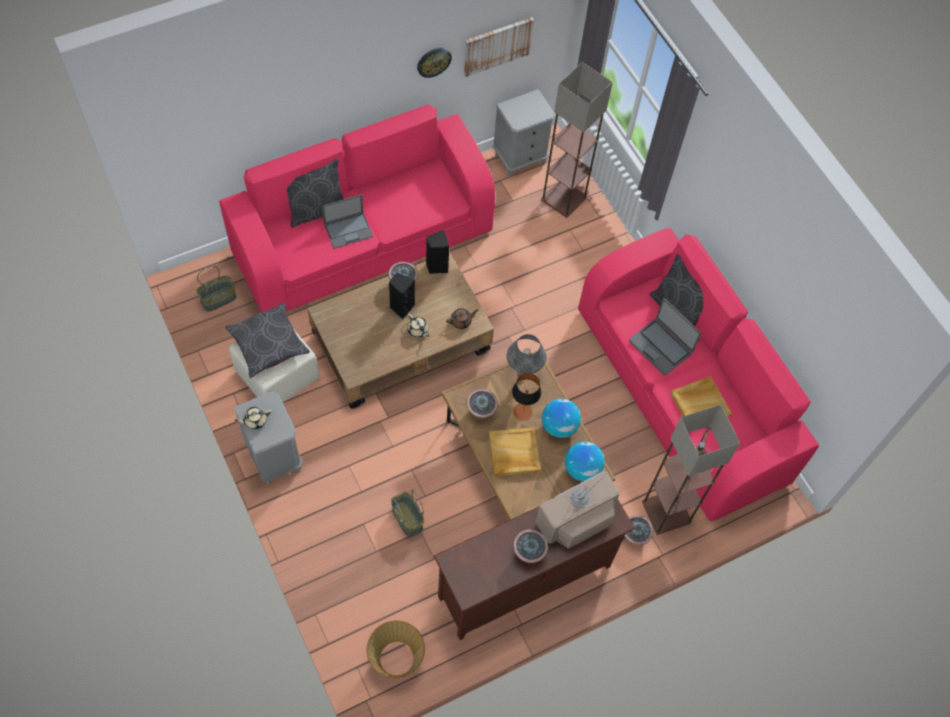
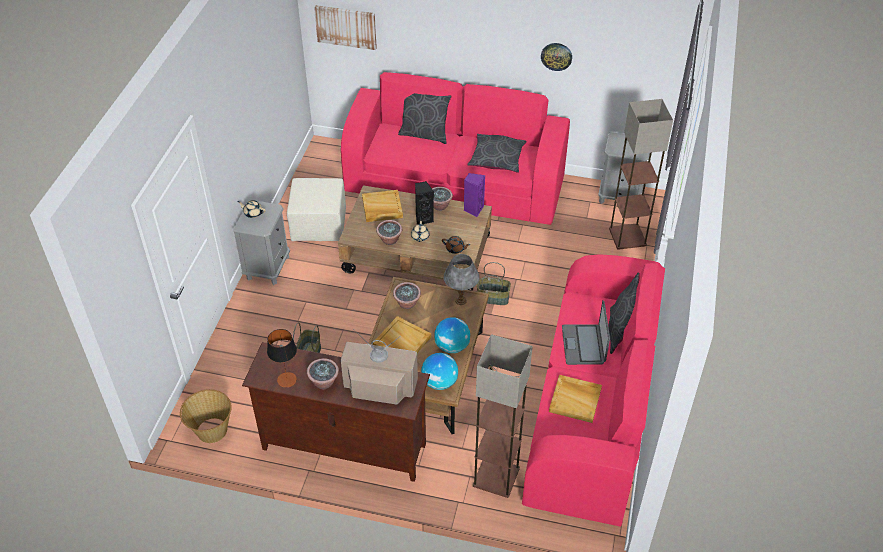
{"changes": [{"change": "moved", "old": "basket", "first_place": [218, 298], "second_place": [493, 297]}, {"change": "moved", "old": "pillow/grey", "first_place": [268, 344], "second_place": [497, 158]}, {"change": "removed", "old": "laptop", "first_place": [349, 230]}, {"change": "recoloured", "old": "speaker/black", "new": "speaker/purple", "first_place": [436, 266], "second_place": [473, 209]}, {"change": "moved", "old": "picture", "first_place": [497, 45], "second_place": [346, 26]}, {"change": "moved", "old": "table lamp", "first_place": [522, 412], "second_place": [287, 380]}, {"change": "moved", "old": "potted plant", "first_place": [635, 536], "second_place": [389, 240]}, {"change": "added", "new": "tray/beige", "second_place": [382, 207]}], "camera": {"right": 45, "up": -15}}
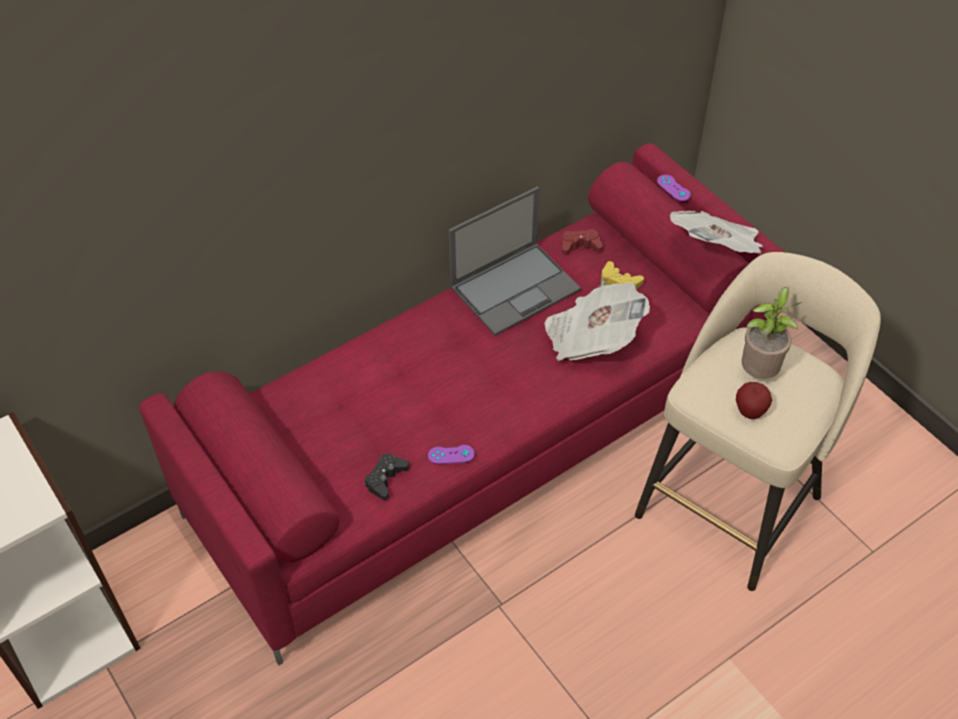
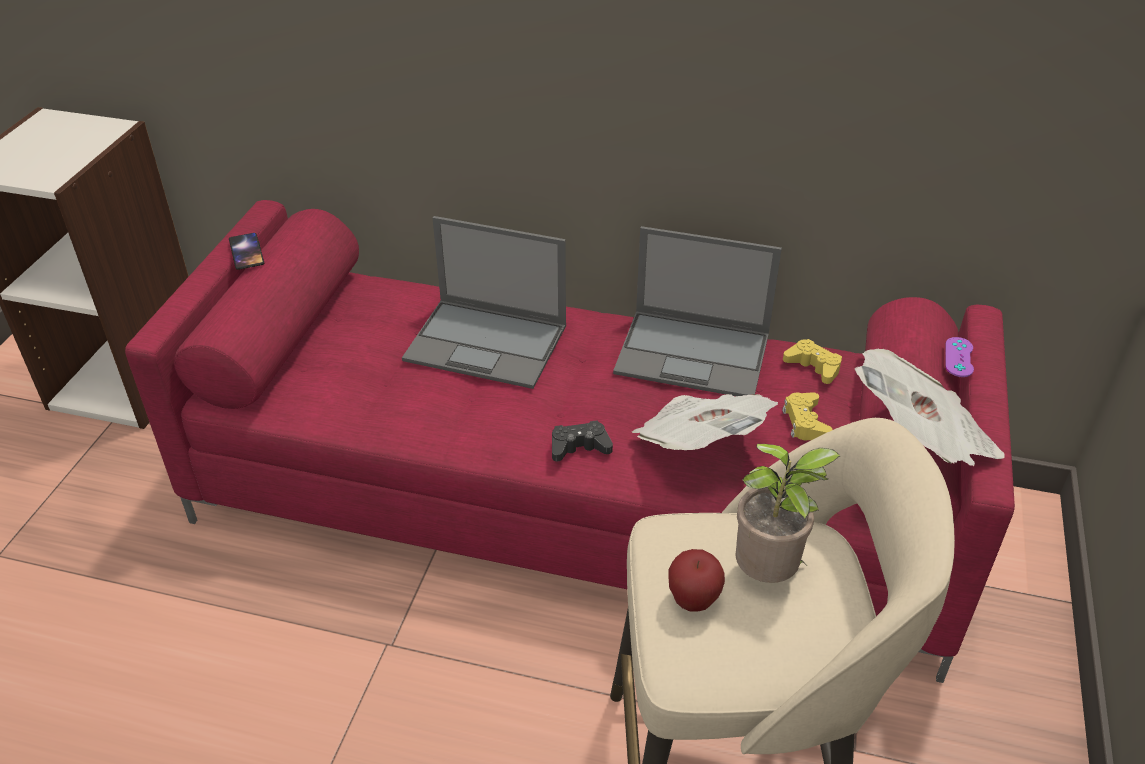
{"changes": [{"change": "moved", "old": "game controller/black", "first_place": [385, 479], "second_place": [579, 447]}, {"change": "removed", "old": "game controller/purple", "first_place": [451, 454]}, {"change": "recoloured", "old": "game controller/red", "new": "game controller/yellow", "first_place": [580, 246], "second_place": [813, 366]}, {"change": "added", "new": "phone", "second_place": [246, 251]}, {"change": "added", "new": "laptop", "second_place": [488, 343]}], "camera": {"right": 50, "up": -10}}
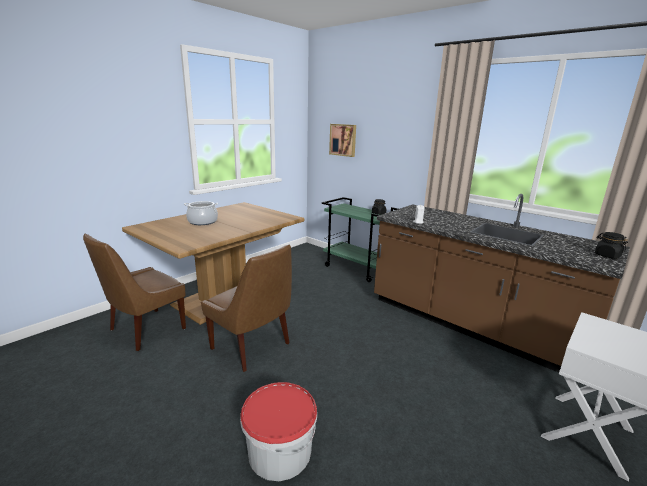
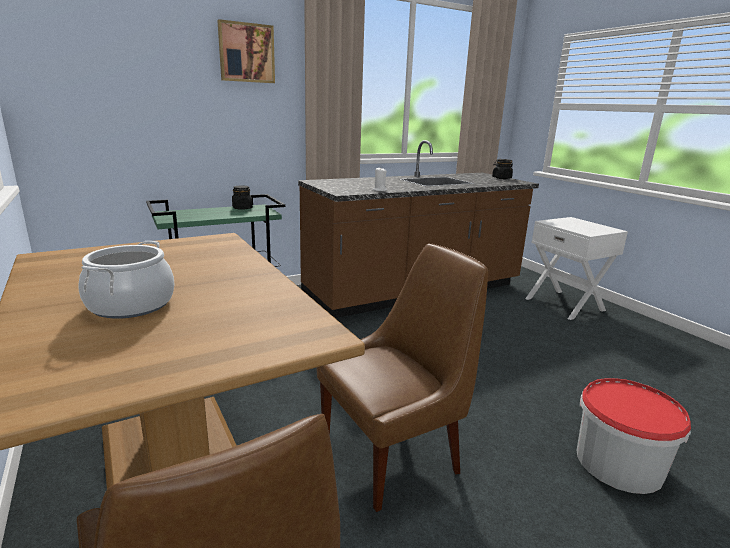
{"changes": [{"change": "moved", "old": "picture", "first_place": [343, 140], "second_place": [246, 53]}], "camera": {"right": -70, "up": 0}}
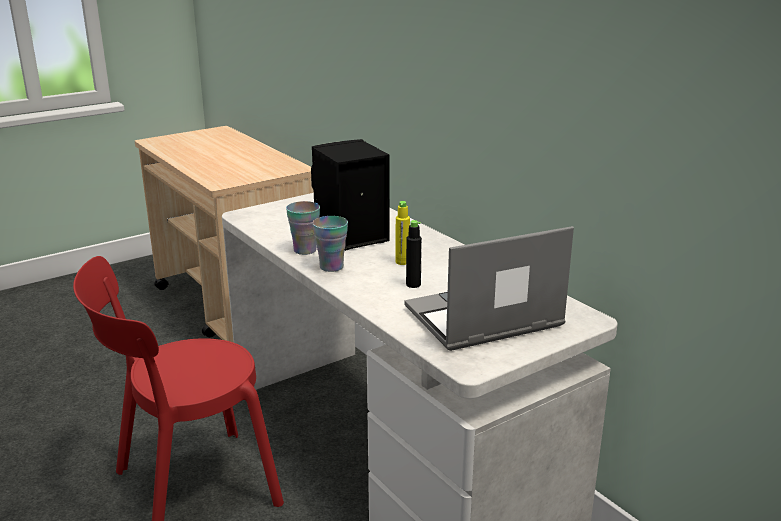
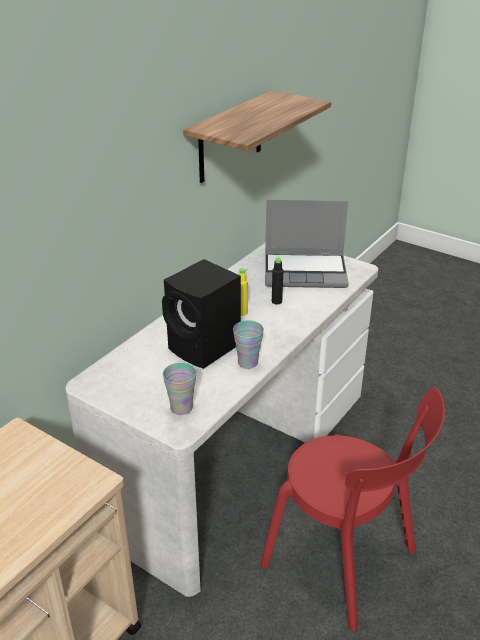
{"changes": [{"change": "moved", "old": "cup", "first_place": [331, 267], "second_place": [181, 408]}, {"change": "turned", "old": "laptop", "first_place": [482, 319], "second_place": [306, 271], "degrees": -45}, {"change": "added", "new": "shelf", "second_place": [230, 137]}], "camera": {"right": -110, "up": 10}}
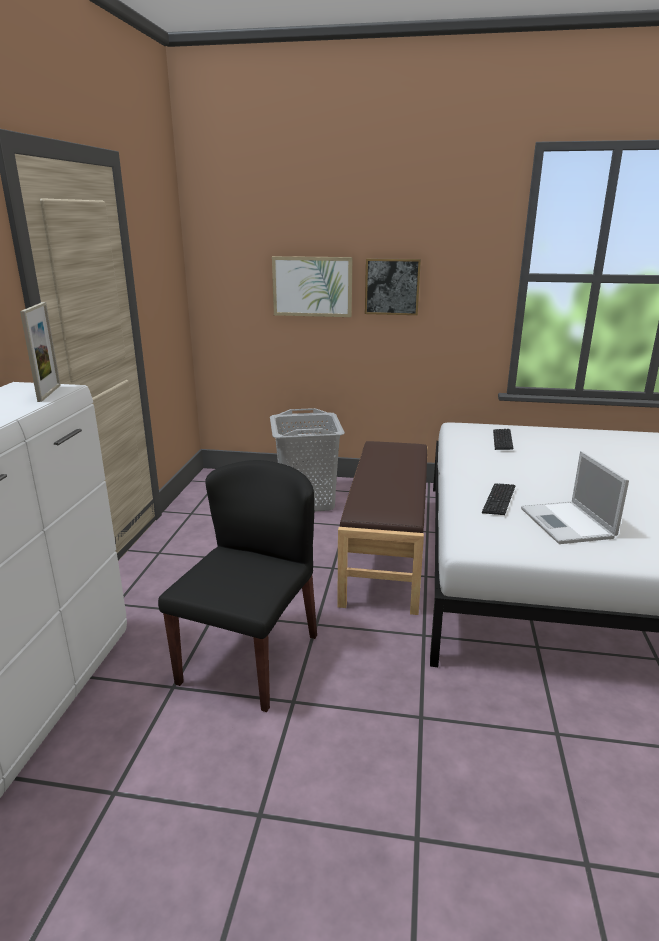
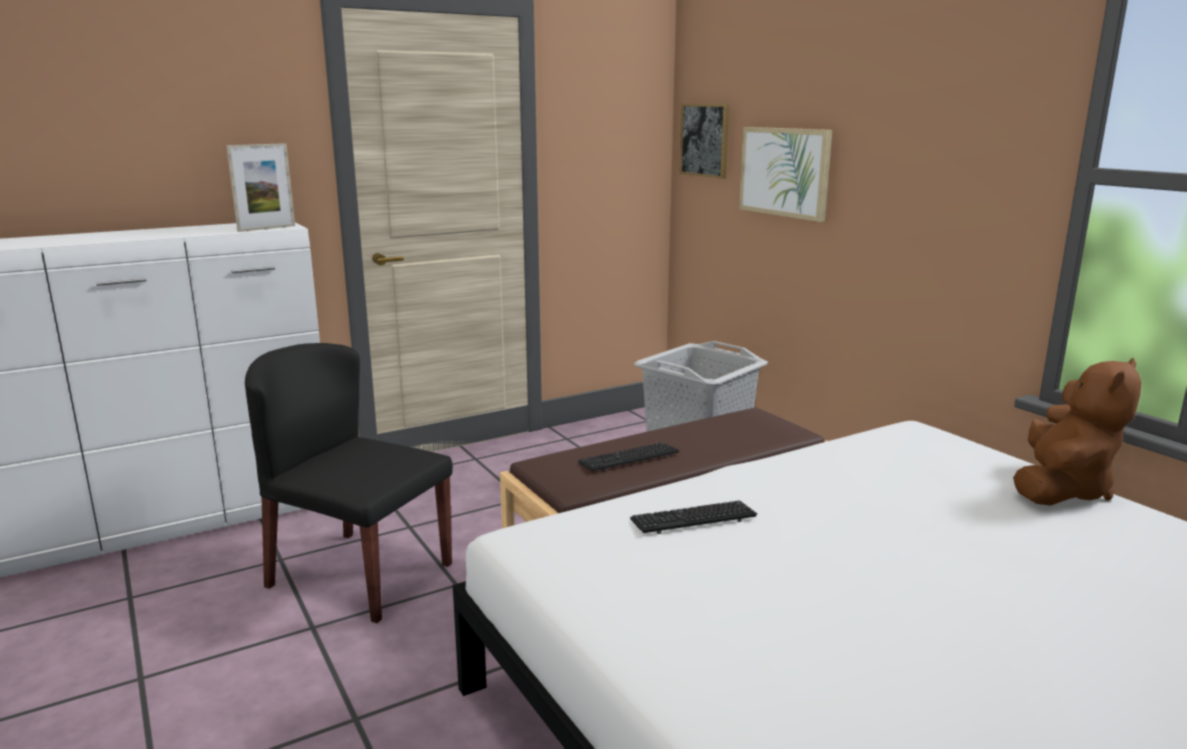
{"changes": [{"change": "turned", "old": "chair/black", "first_place": [249, 657], "second_place": [359, 575], "degrees": -135}, {"change": "moved", "old": "picture", "first_place": [392, 286], "second_place": [705, 140]}, {"change": "moved", "old": "keyboard", "first_place": [502, 440], "second_place": [628, 459]}, {"change": "removed", "old": "laptop", "first_place": [568, 524]}, {"change": "added", "new": "plush toy/brown", "second_place": [1061, 490]}], "camera": {"right": 50, "up": -5}}
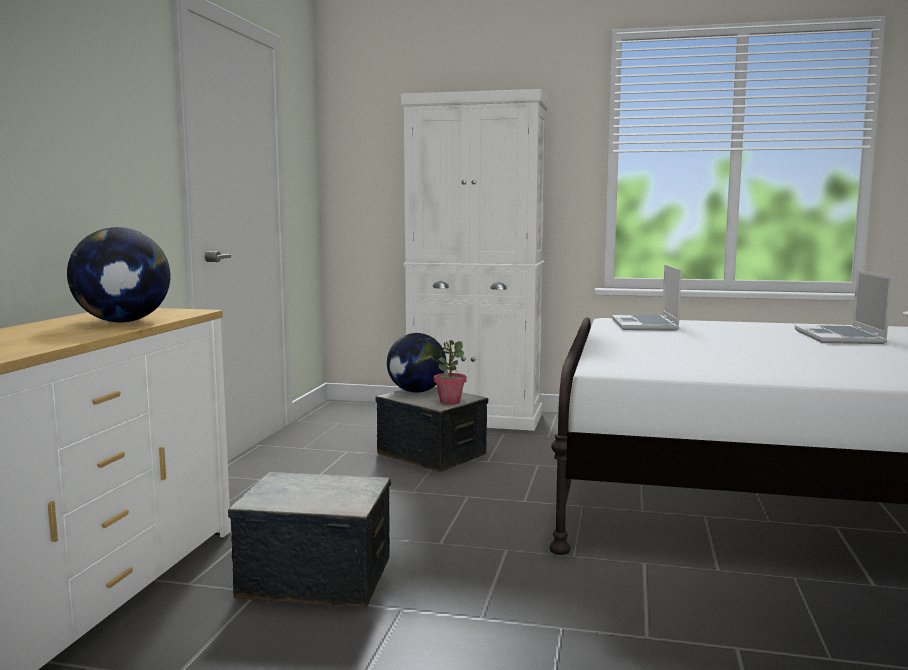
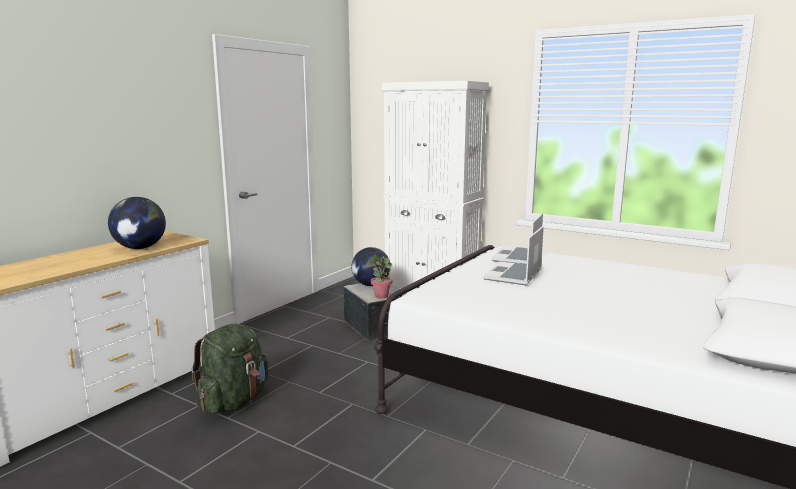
{"changes": [{"change": "replaced", "old": "storage box", "new": "backpack/green", "first_place": [316, 577], "second_place": [234, 402]}, {"change": "moved", "old": "laptop", "first_place": [840, 337], "second_place": [513, 275]}], "camera": {"right": 20, "up": 5}}
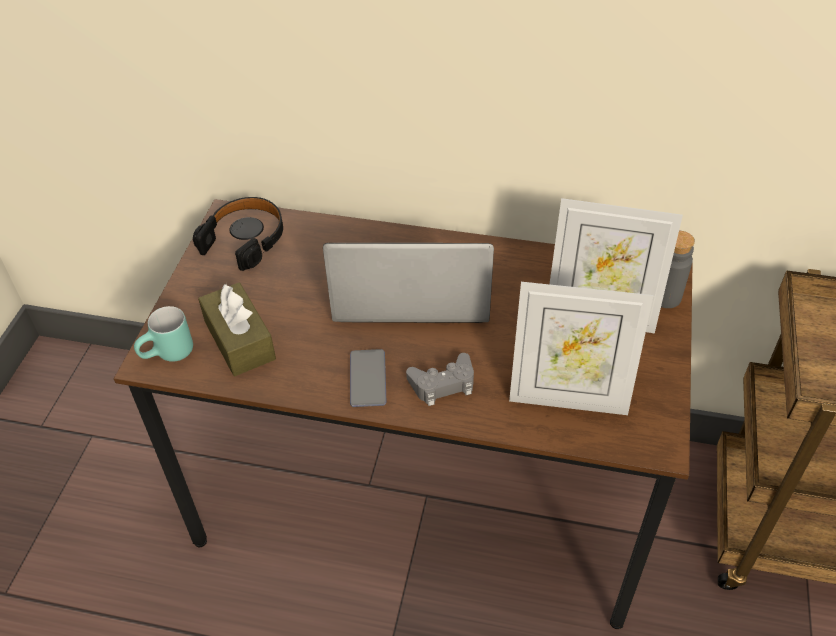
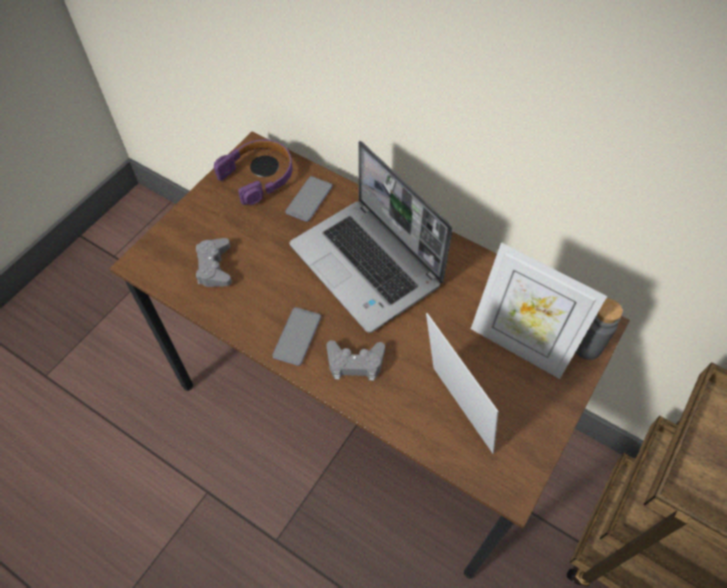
{"changes": [{"change": "removed", "old": "mug/turquoise", "first_place": [169, 355]}, {"change": "recoloured", "old": "headphones/black", "new": "headphones/purple", "first_place": [245, 239], "second_place": [258, 176]}, {"change": "replaced", "old": "tissue box/brown", "new": "game controller/grey", "first_place": [239, 340], "second_place": [214, 267]}, {"change": "turned", "old": "laptop", "first_place": [409, 290], "second_place": [368, 266], "degrees": -150}, {"change": "turned", "old": "picture frame", "first_place": [568, 398], "second_place": [453, 414], "degrees": -150}, {"change": "added", "new": "phone", "second_place": [309, 199]}], "camera": {"right": 20, "up": 10}}
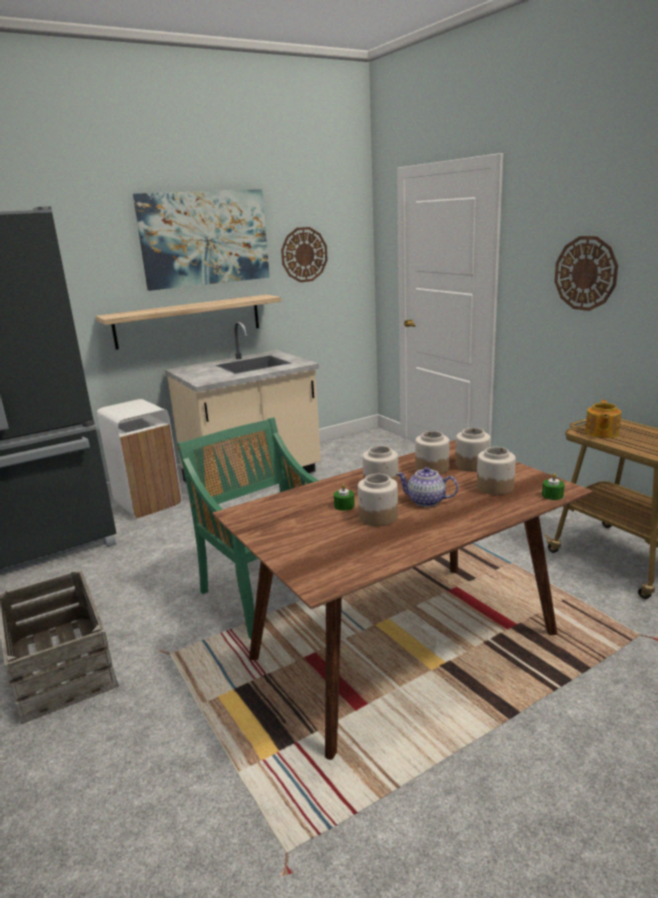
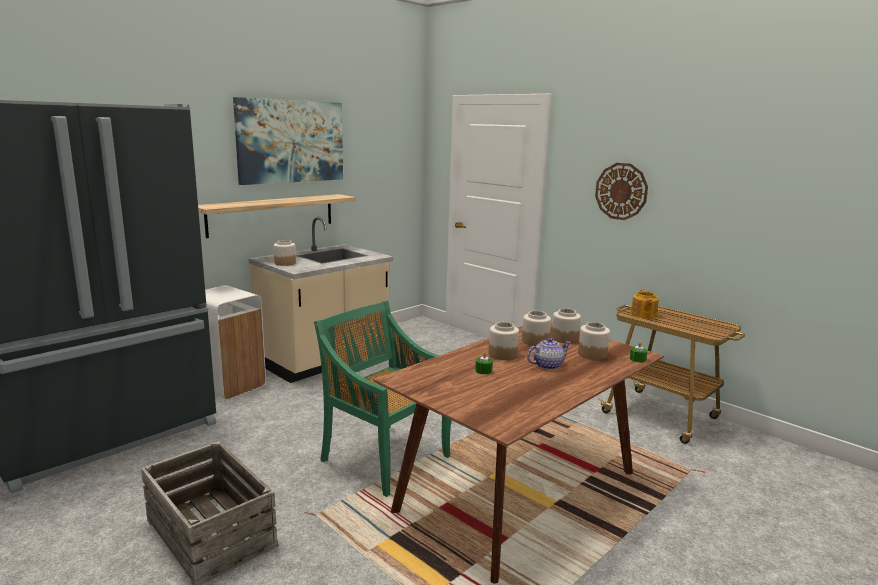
{"changes": [{"change": "removed", "old": "wall clock", "first_place": [304, 254]}, {"change": "moved", "old": "jar", "first_place": [378, 517], "second_place": [285, 263]}, {"change": "turned", "old": "teapot", "first_place": [426, 501], "second_place": [547, 365], "degrees": 150}], "camera": {"right": -15, "up": -5}}
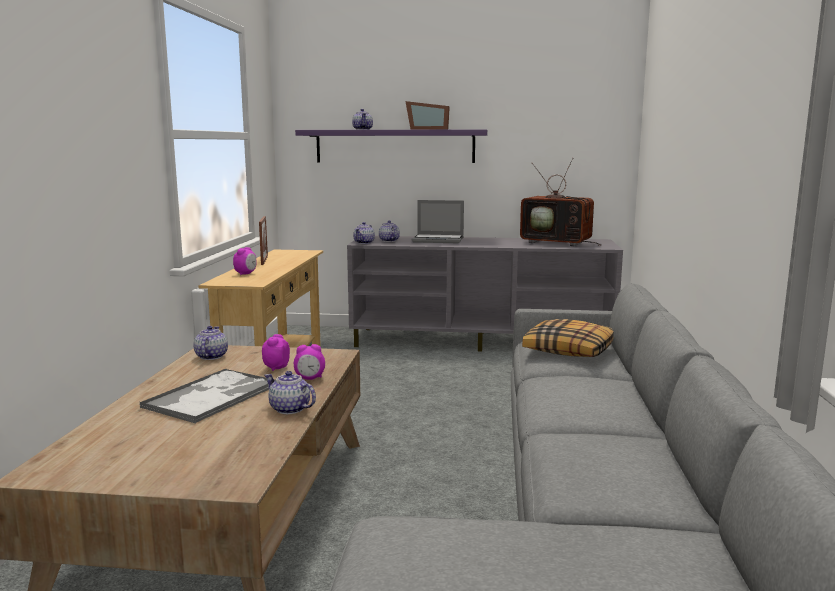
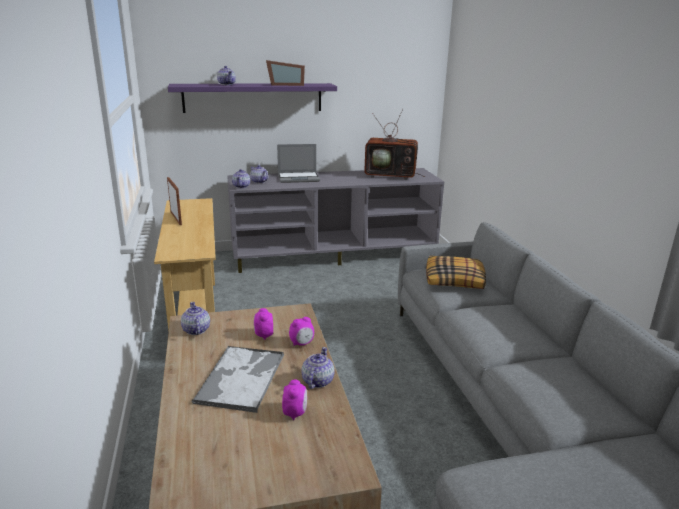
{"changes": [{"change": "moved", "old": "alarm clock", "first_place": [246, 274], "second_place": [295, 413]}, {"change": "turned", "old": "teapot", "first_place": [290, 409], "second_place": [317, 381], "degrees": 90}], "camera": {"right": -20, "up": 10}}
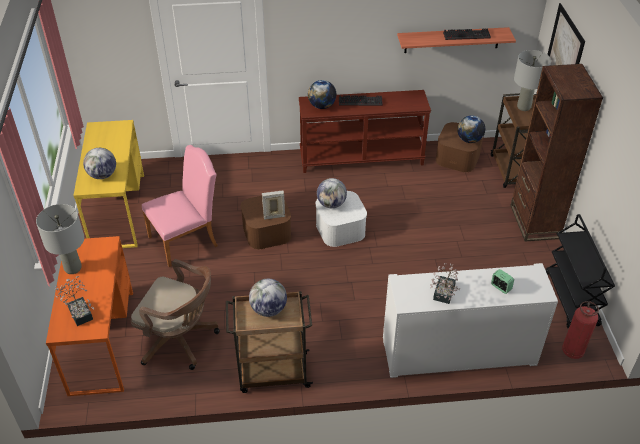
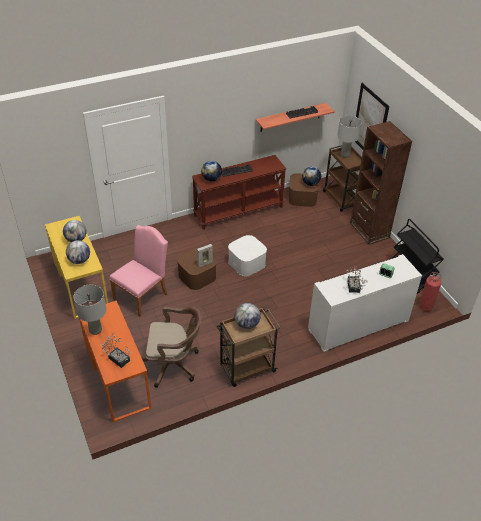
{"changes": [{"change": "moved", "old": "globe", "first_place": [331, 204], "second_place": [76, 239]}], "camera": {"right": -20, "up": 0}}
